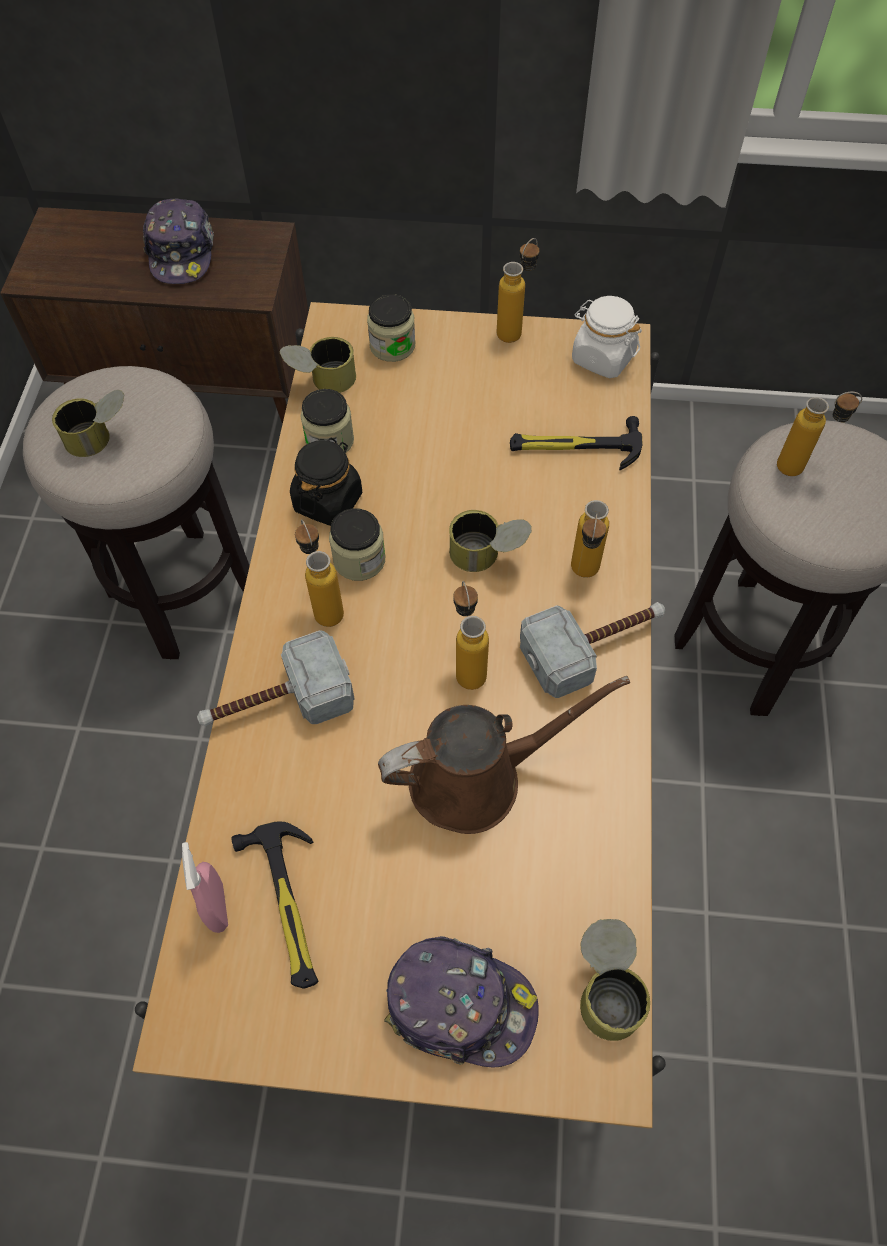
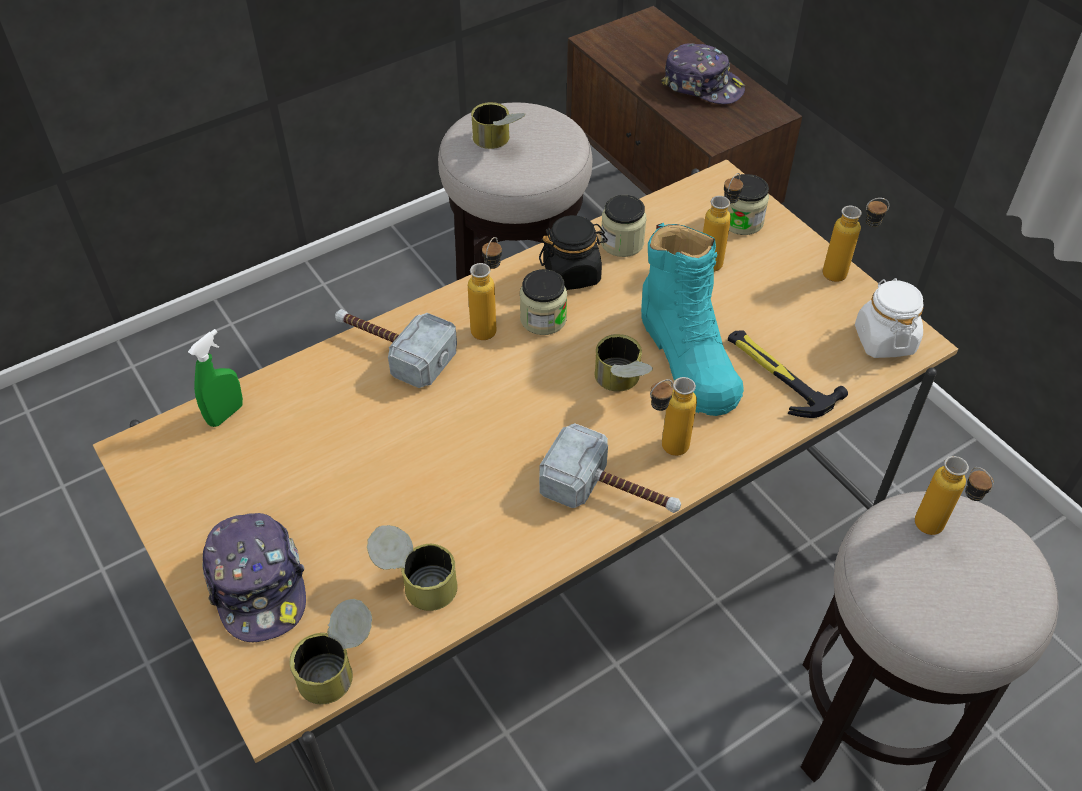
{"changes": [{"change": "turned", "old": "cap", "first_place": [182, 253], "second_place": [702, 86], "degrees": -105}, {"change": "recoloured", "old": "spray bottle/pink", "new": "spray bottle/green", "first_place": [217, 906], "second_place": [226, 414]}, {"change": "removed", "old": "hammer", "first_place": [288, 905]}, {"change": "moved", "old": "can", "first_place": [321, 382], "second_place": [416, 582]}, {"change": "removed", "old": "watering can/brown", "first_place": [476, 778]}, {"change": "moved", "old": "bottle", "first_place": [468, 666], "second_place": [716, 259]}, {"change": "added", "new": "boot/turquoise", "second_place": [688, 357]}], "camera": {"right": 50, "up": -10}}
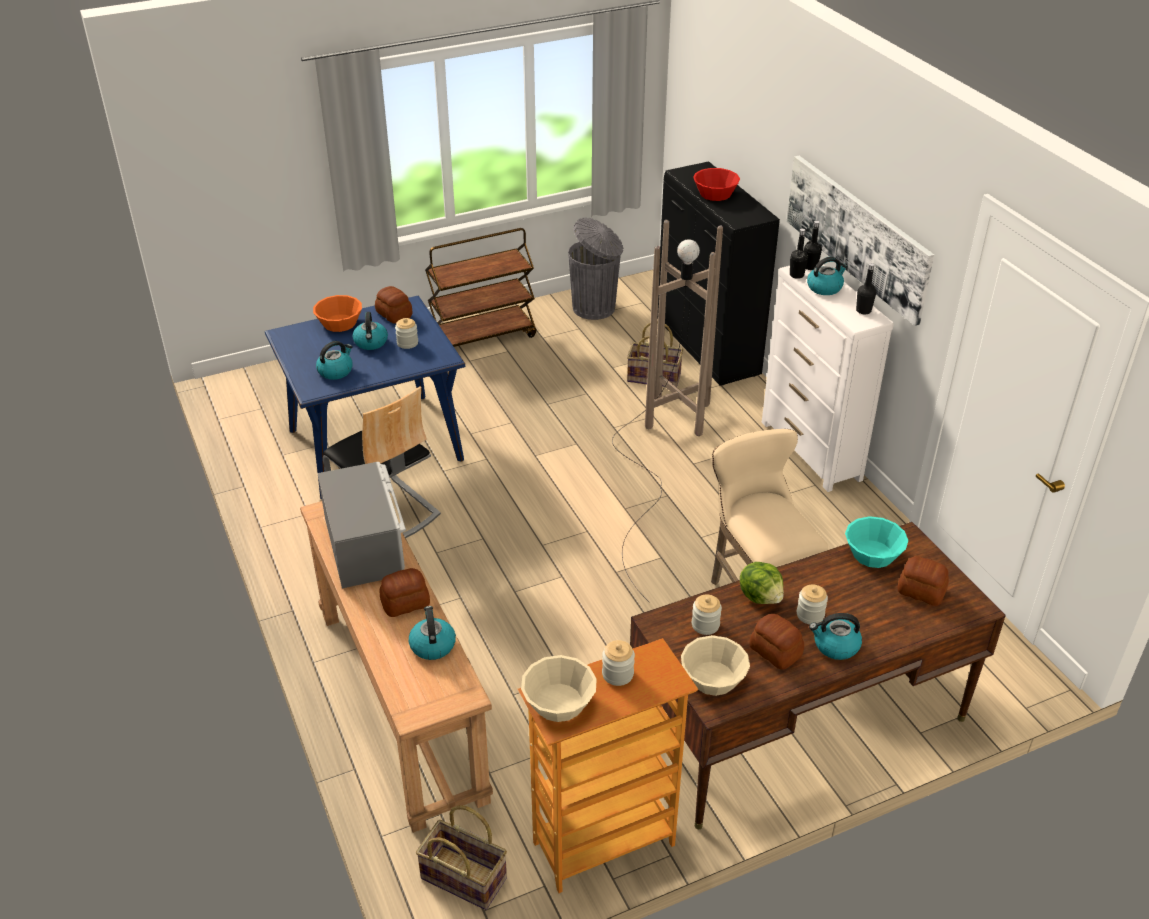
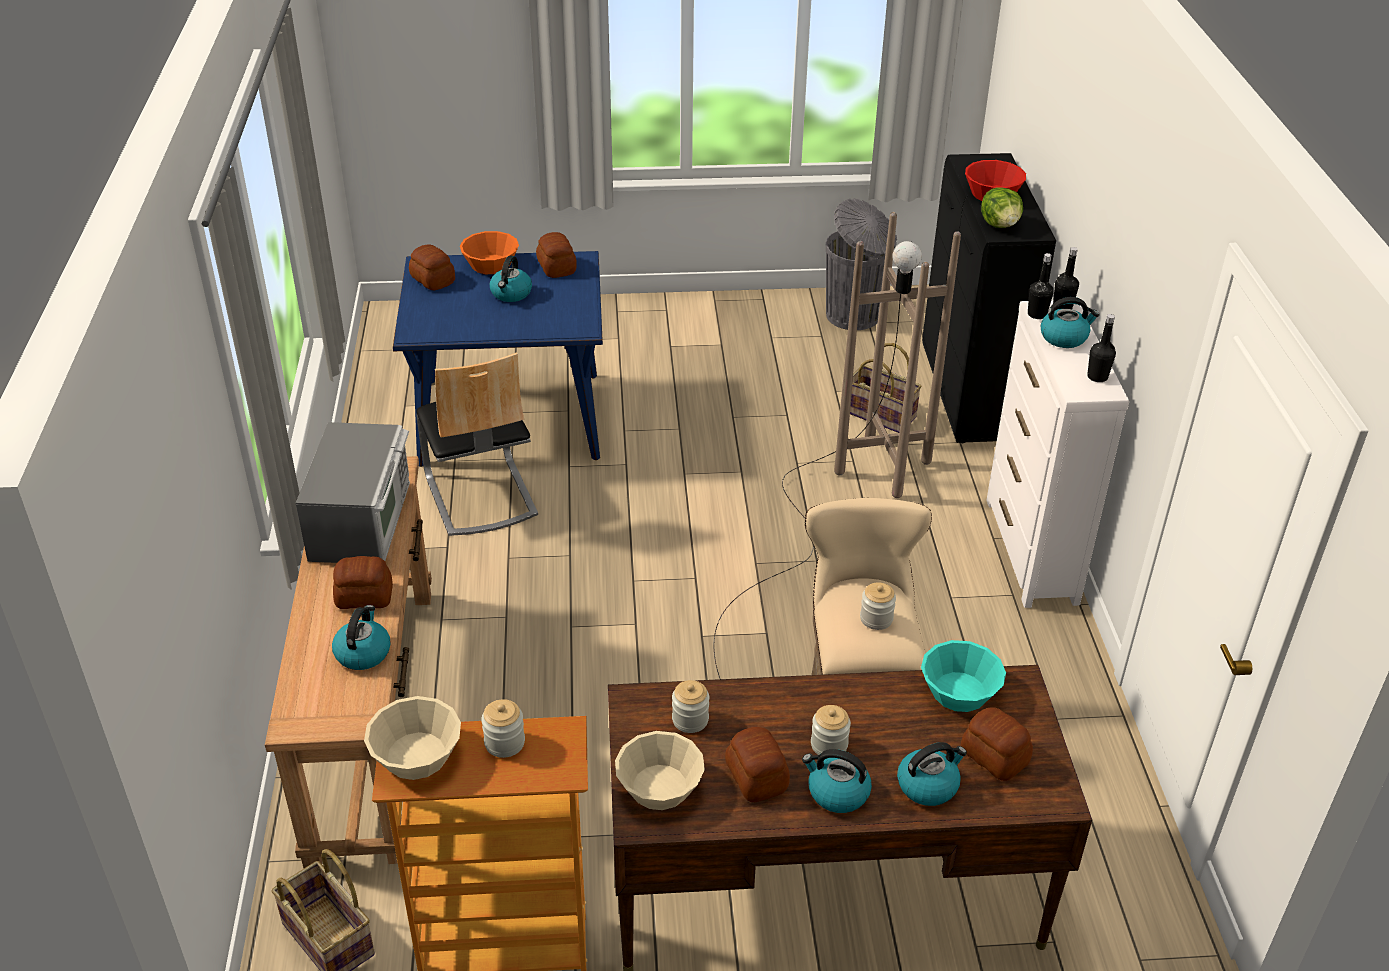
{"changes": [{"change": "moved", "old": "kettle", "first_place": [336, 371], "second_place": [928, 785]}, {"change": "moved", "old": "jar", "first_place": [407, 343], "second_place": [876, 619]}, {"change": "removed", "old": "cart/brown", "first_place": [483, 337]}, {"change": "moved", "old": "lettuce", "first_place": [761, 596], "second_place": [1000, 225]}, {"change": "removed", "old": "picture", "first_place": [857, 236]}, {"change": "added", "new": "bread", "second_place": [433, 279]}], "camera": {"right": 20, "up": 0}}
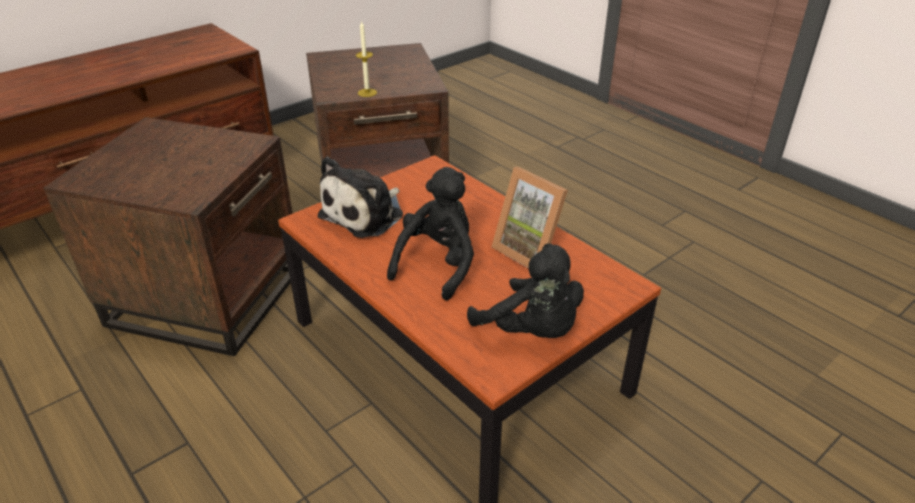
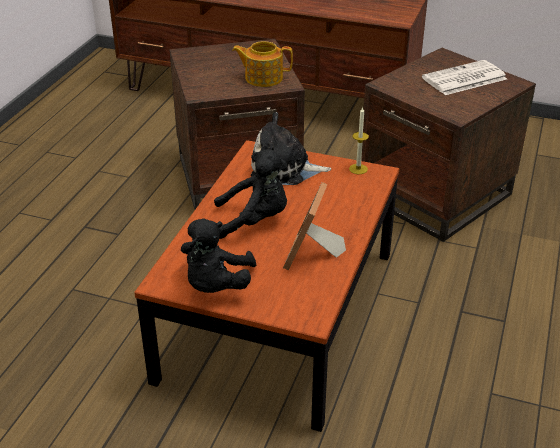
{"changes": [{"change": "moved", "old": "candle", "first_place": [367, 93], "second_place": [358, 169]}, {"change": "added", "new": "teapot", "second_place": [263, 78]}, {"change": "added", "new": "newspaper", "second_place": [463, 79]}], "camera": {"right": 60, "up": 0}}
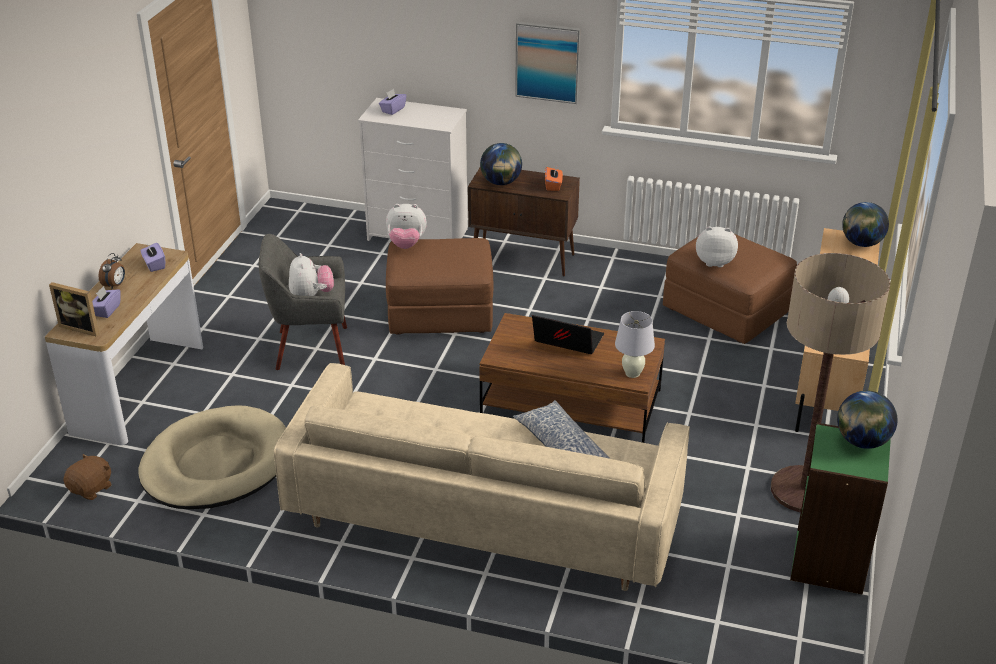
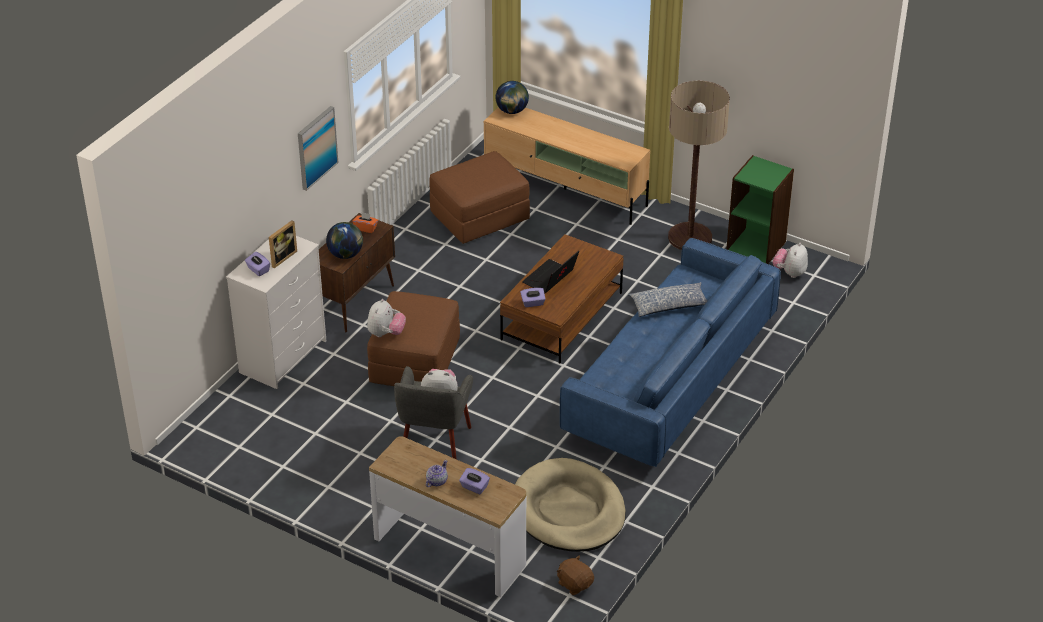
{"changes": [{"change": "moved", "old": "picture frame", "first_place": [82, 327], "second_place": [281, 257]}, {"change": "replaced", "old": "alarm clock", "new": "teapot", "first_place": [115, 285], "second_place": [436, 481]}, {"change": "moved", "old": "tissue box/purple", "first_place": [154, 265], "second_place": [533, 303]}, {"change": "recoloured", "old": "sofa/beige", "new": "sofa/blue", "first_place": [484, 514], "second_place": [669, 380]}, {"change": "removed", "old": "table lamp/white", "first_place": [632, 373]}, {"change": "moved", "old": "plush toy", "first_place": [714, 262], "second_place": [789, 272]}, {"change": "removed", "old": "globe", "first_place": [862, 441]}], "camera": {"right": -75, "up": 5}}
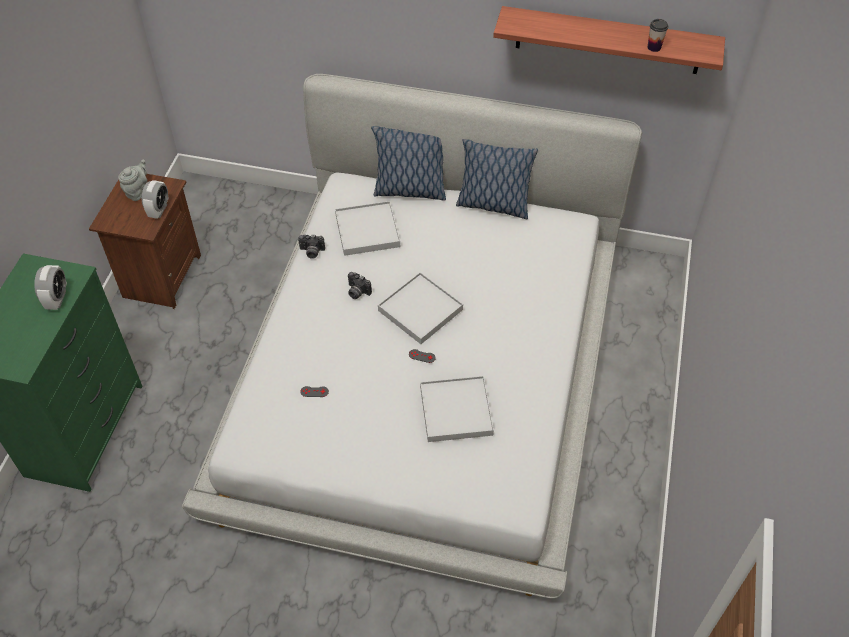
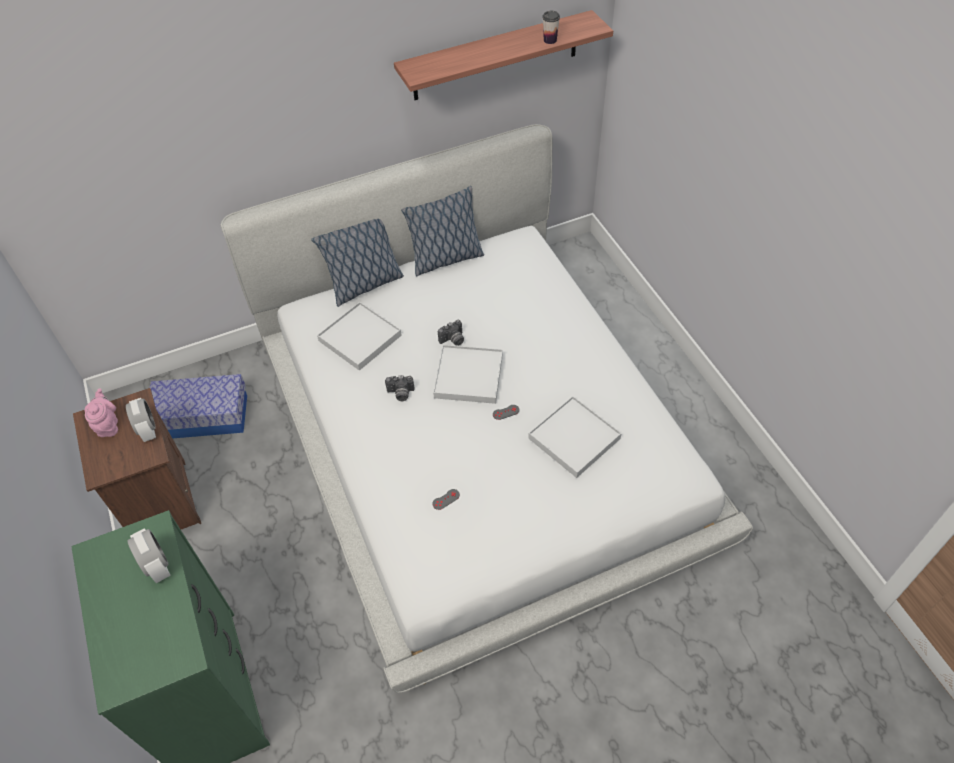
{"changes": [{"change": "recoloured", "old": "teapot/grey", "new": "teapot/pink", "first_place": [138, 191], "second_place": [108, 425]}, {"change": "moved", "old": "photo camera", "first_place": [311, 252], "second_place": [453, 340]}, {"change": "added", "new": "storage box", "second_place": [202, 417]}], "camera": {"right": -35, "up": 0}}
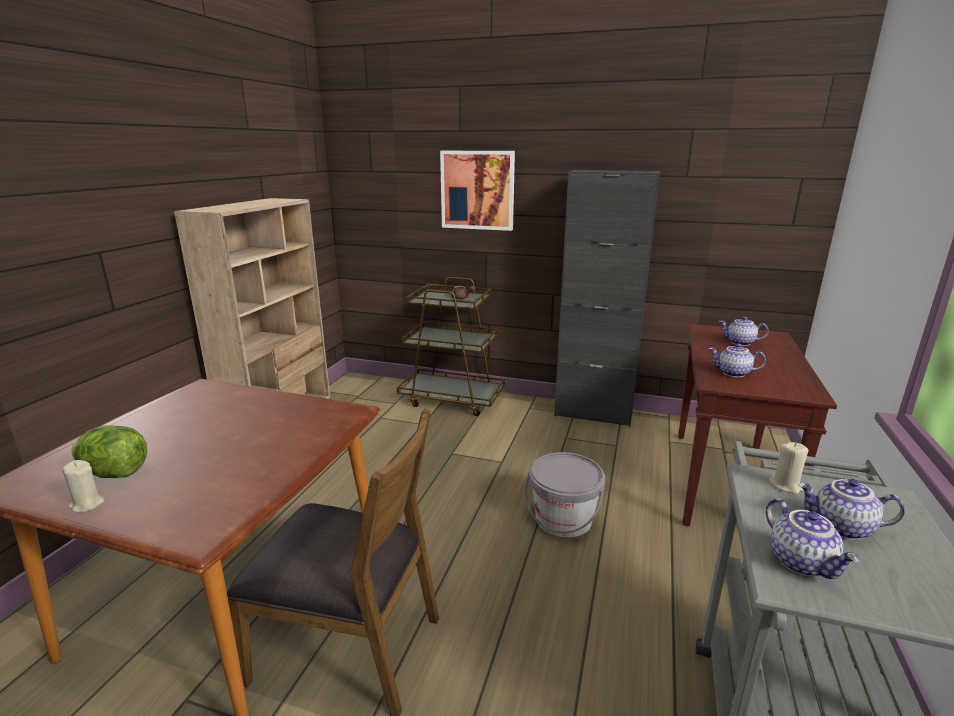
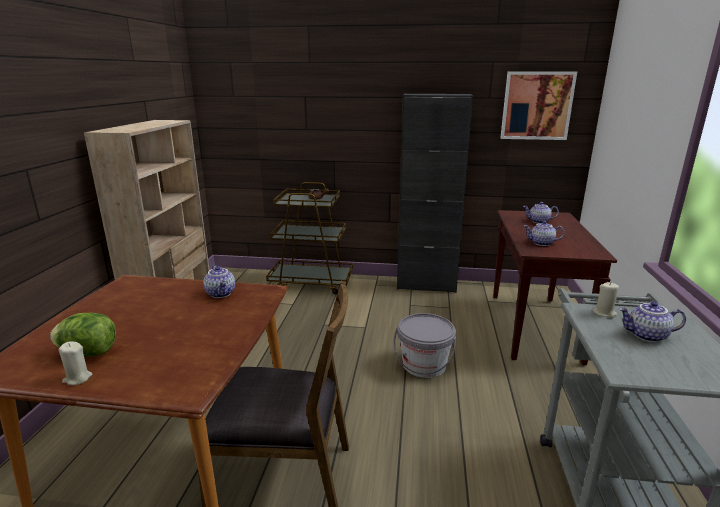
{"changes": [{"change": "moved", "old": "picture", "first_place": [477, 190], "second_place": [536, 106]}, {"change": "moved", "old": "teapot", "first_place": [802, 562], "second_place": [221, 293]}], "camera": {"right": -10, "up": 0}}
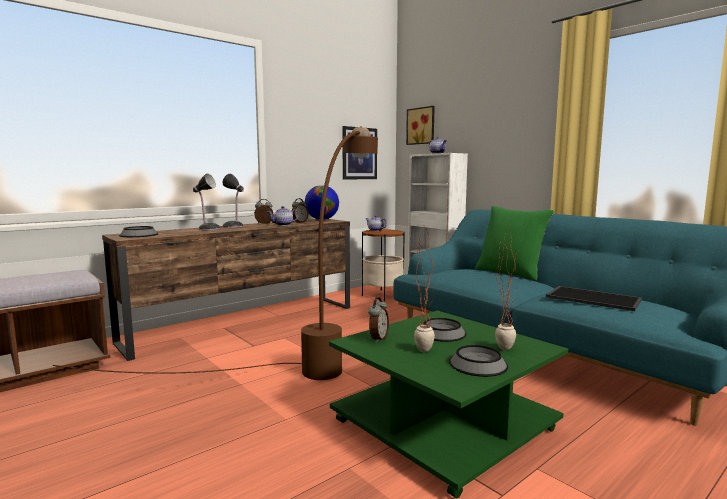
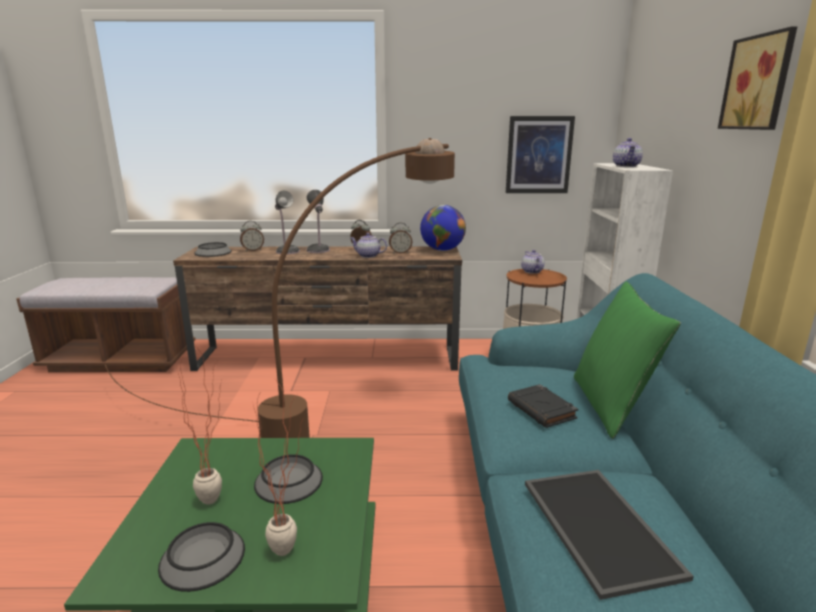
{"changes": [{"change": "moved", "old": "alarm clock", "first_place": [378, 339], "second_place": [253, 250]}, {"change": "moved", "old": "picture", "first_place": [421, 126], "second_place": [760, 82]}, {"change": "added", "new": "book/black", "second_place": [542, 410]}], "camera": {"right": 40, "up": 10}}
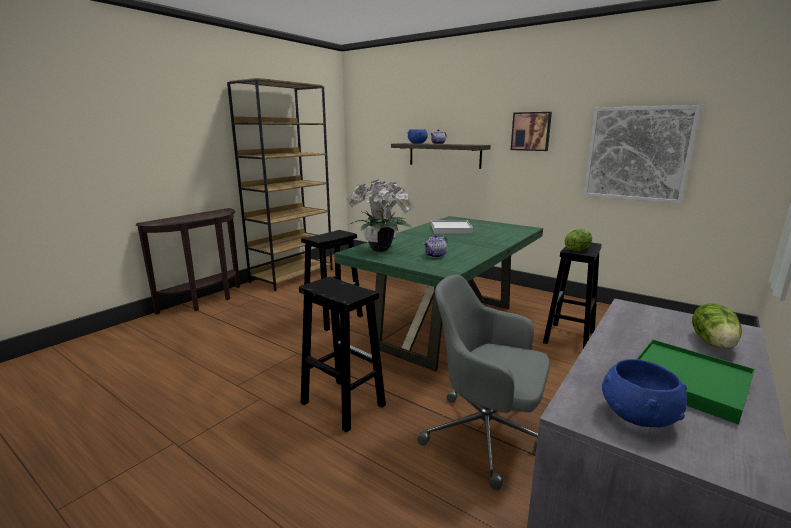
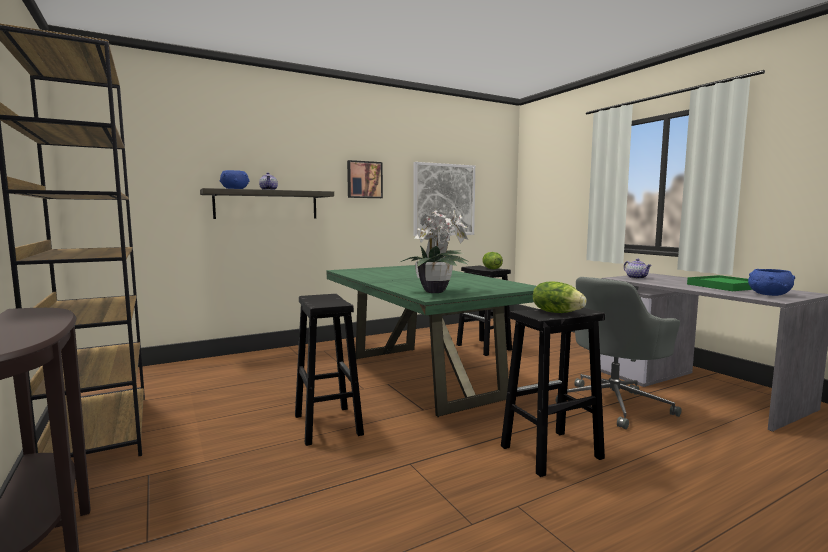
{"changes": [{"change": "moved", "old": "teapot", "first_place": [435, 256], "second_place": [637, 278]}, {"change": "removed", "old": "tray/white", "first_place": [451, 229]}, {"change": "moved", "old": "lettuce", "first_place": [714, 343], "second_place": [557, 312]}], "camera": {"right": -65, "up": -10}}
